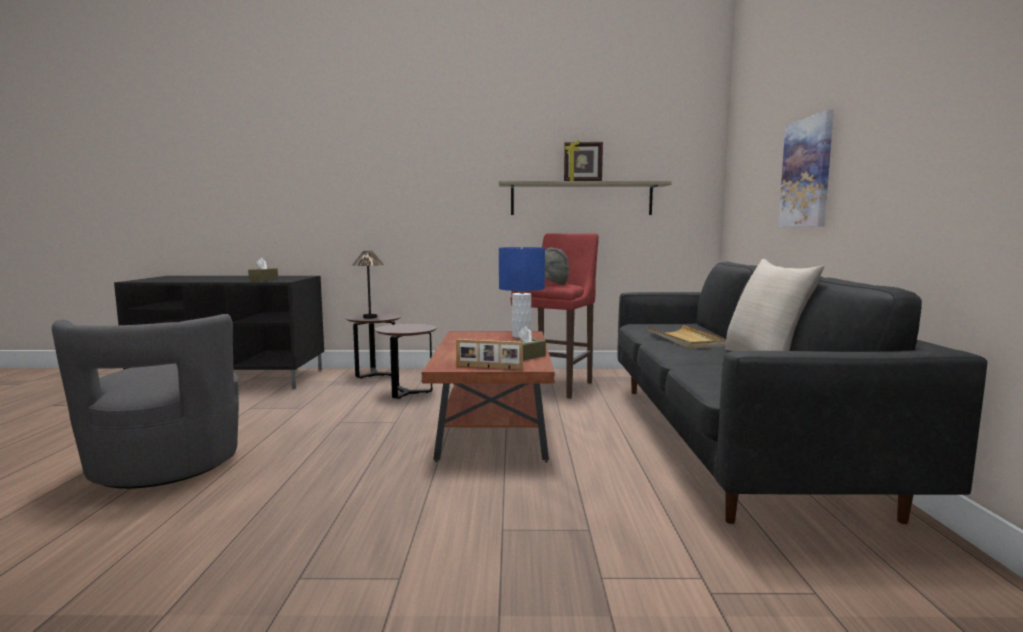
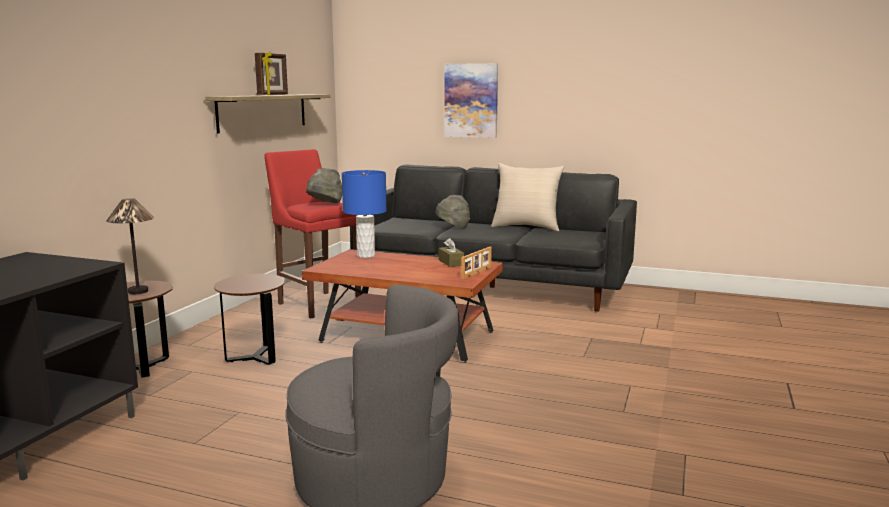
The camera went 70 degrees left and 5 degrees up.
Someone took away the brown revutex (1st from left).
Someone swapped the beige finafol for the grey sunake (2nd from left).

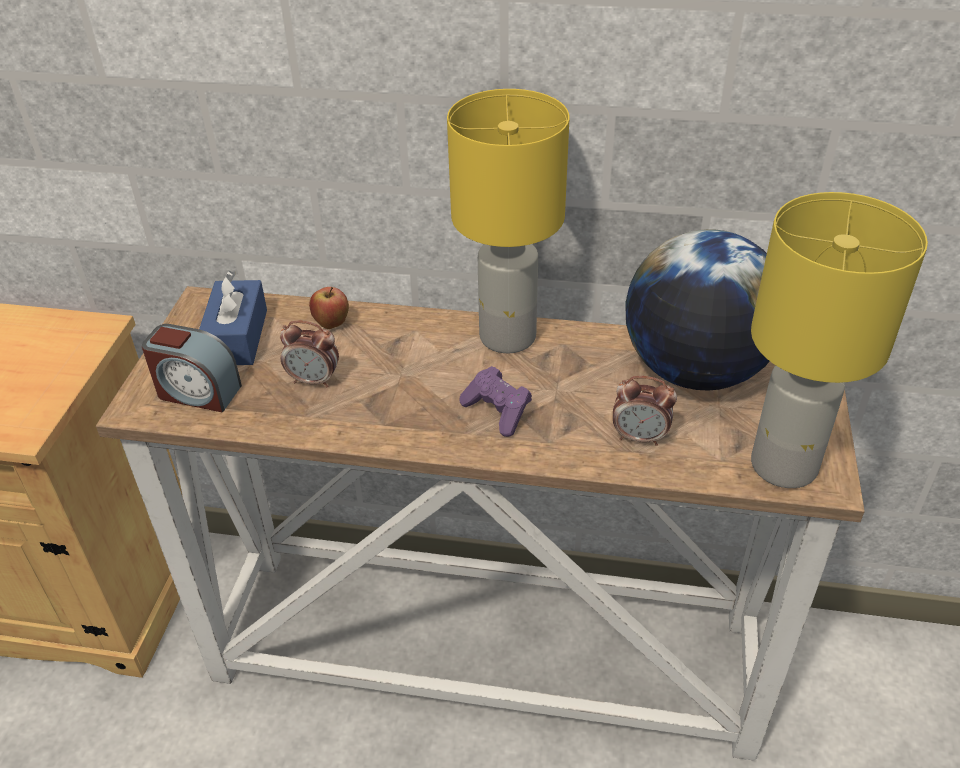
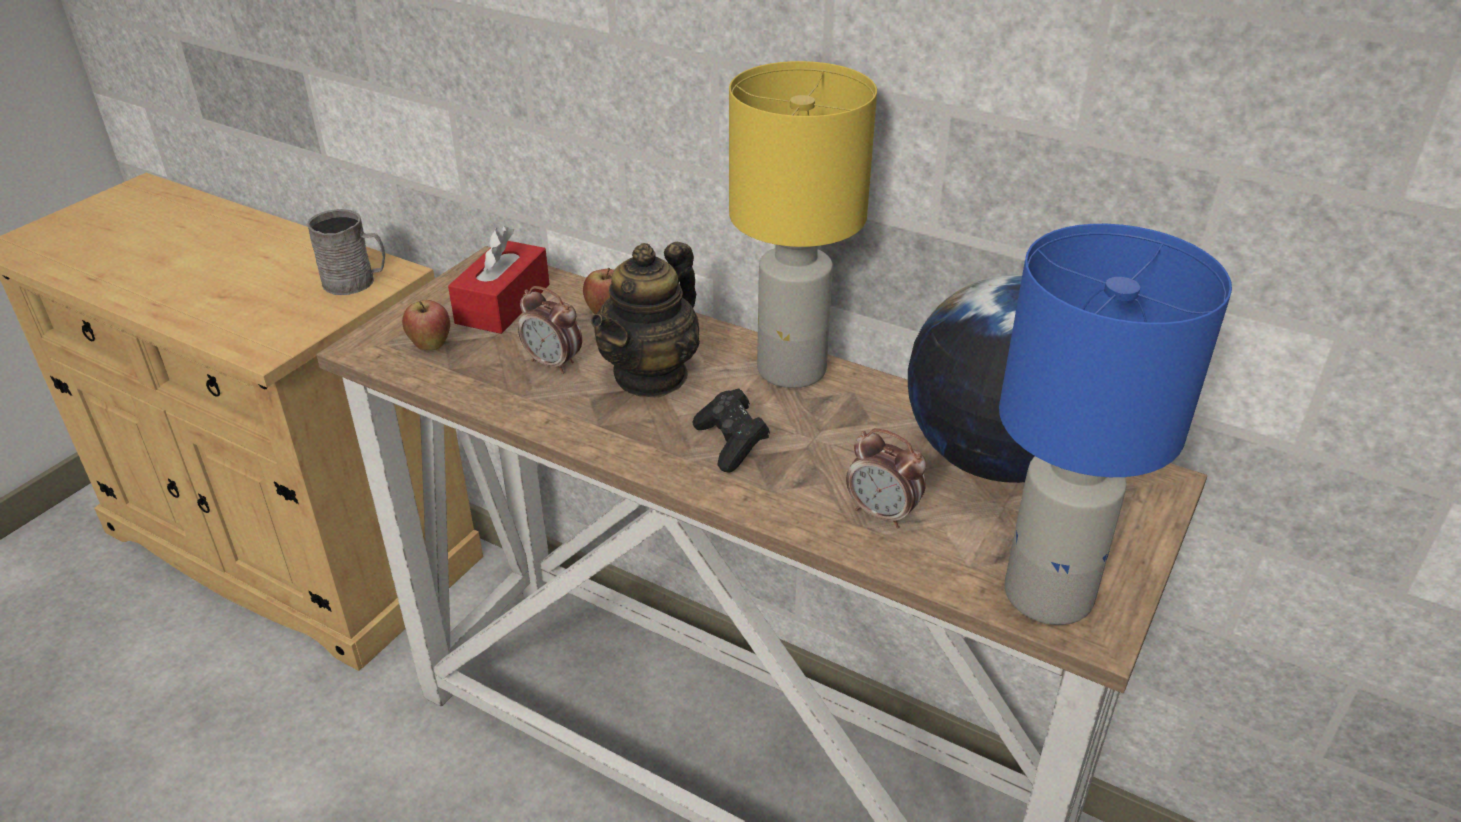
The camera went 20 degrees right and 5 degrees down.
Someone swapped the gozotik (1st from left) for the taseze (1st from left).
Someone repainted the blue revutex, which became the red revutex.
Someone repainted the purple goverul, which became the black goverul.
Someone repainted the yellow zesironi (2nd from left), which became the blue zesironi.
Someone put down the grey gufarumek.
Someone put down the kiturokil.

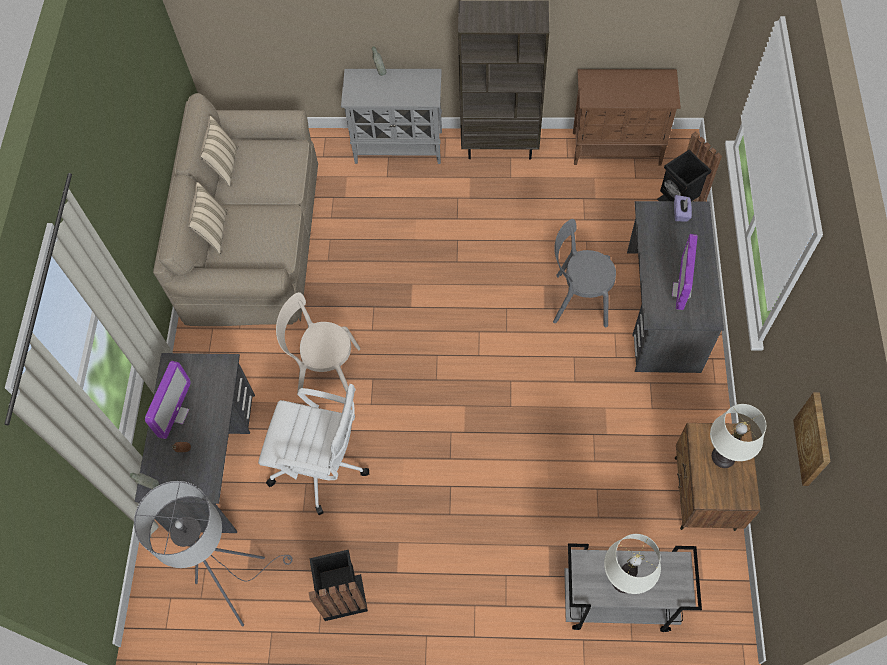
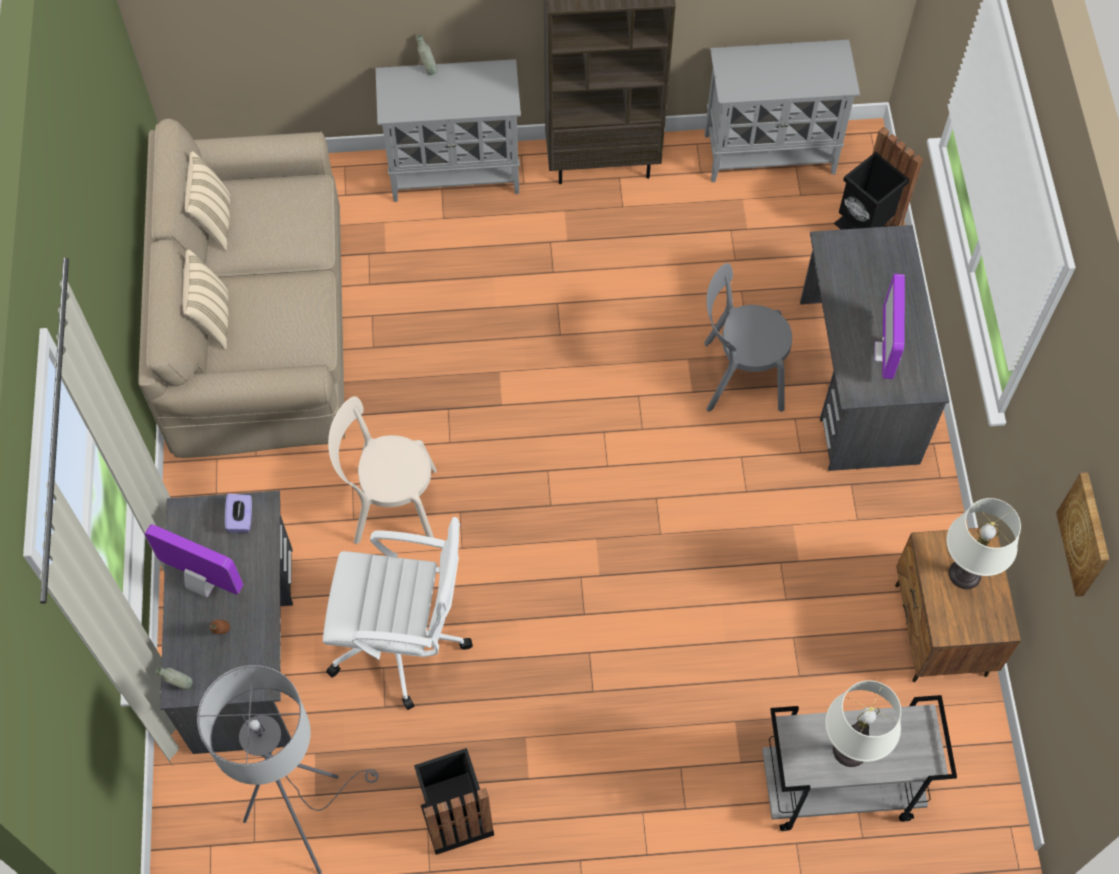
The camera went 10 degrees left and 0 degrees up.
Someone rotated the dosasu (1st from left) by 75 degrees counterclockwise.
Someone repainted the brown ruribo, which became the grey ruribo (2nd from left).
Someone carried the purple revutex.

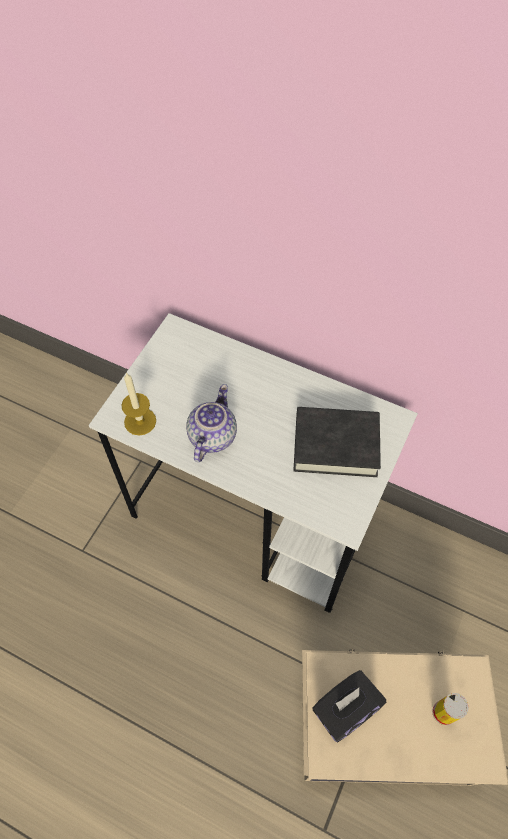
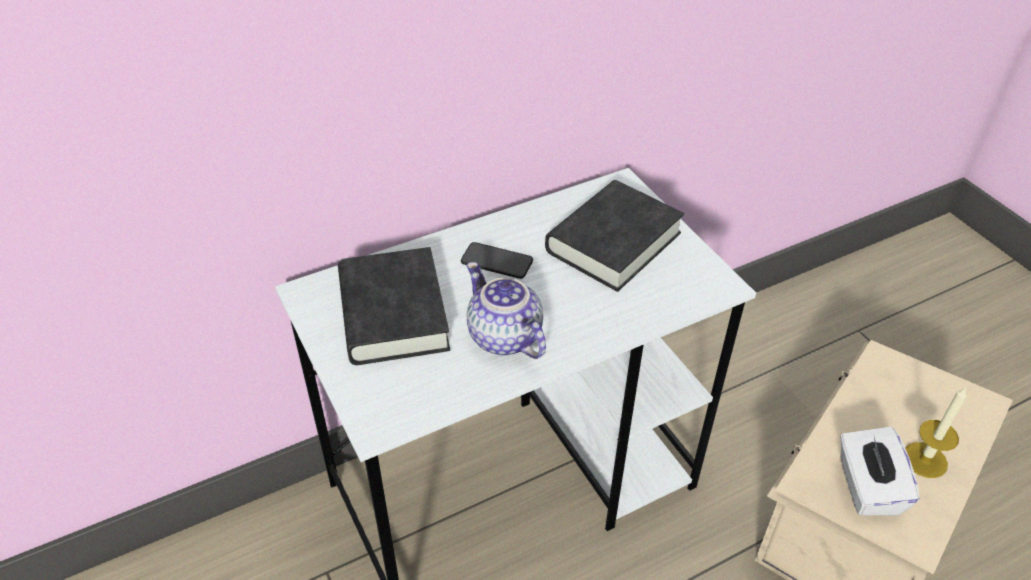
The camera went 55 degrees left and 15 degrees down.
Someone carried the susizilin.
Someone repainted the black revutex, which became the white revutex.
Someone took away the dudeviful.
Someone put down the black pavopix (1st from left).
Someone put down the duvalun.

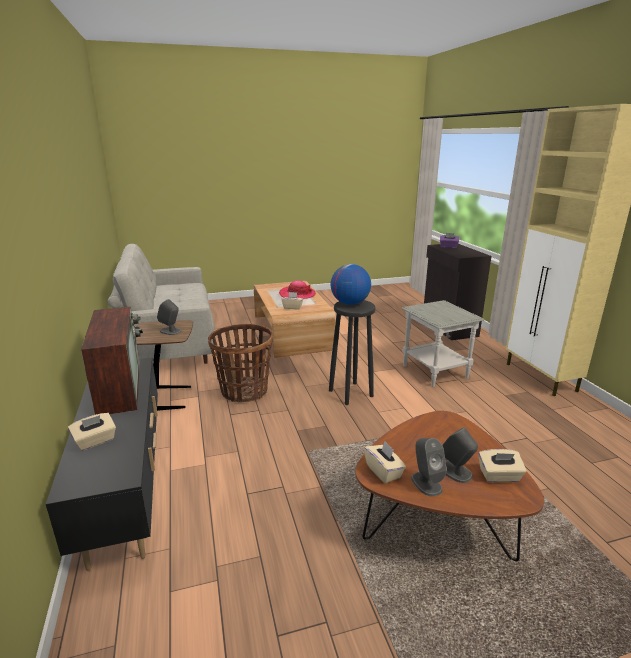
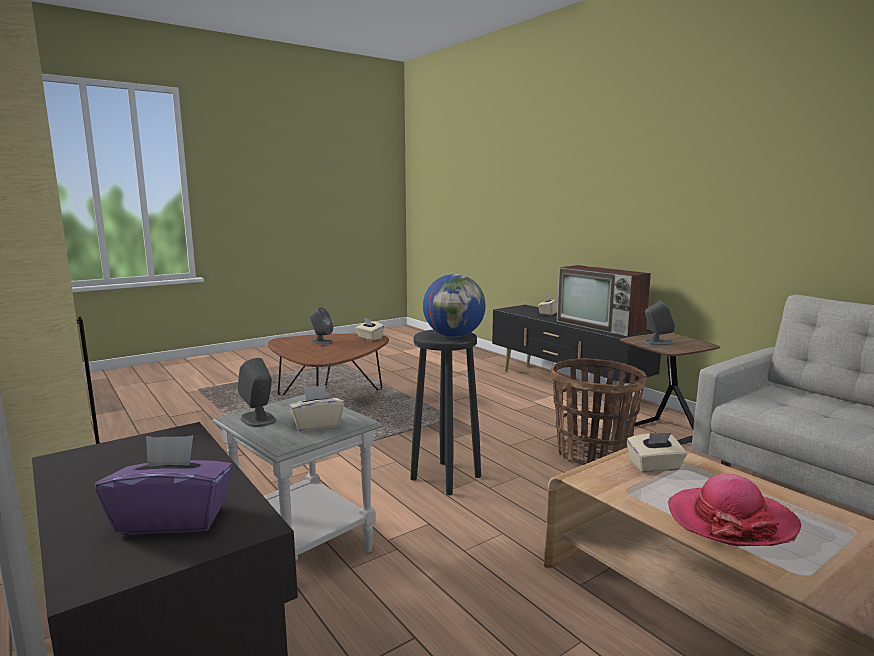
The camera went 160 degrees right and 10 degrees down.
Someone carried the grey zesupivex (2nd from left in the first image).
Someone carried the beige revutex (4th from left in the first image).

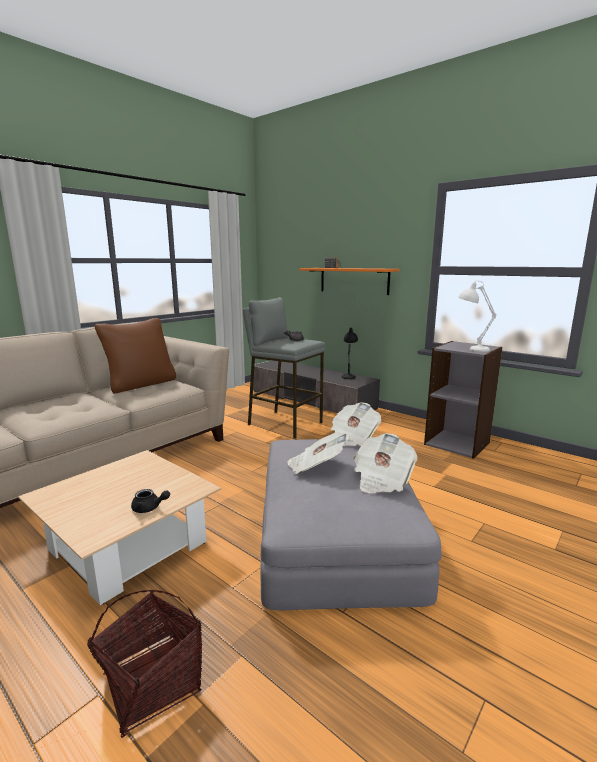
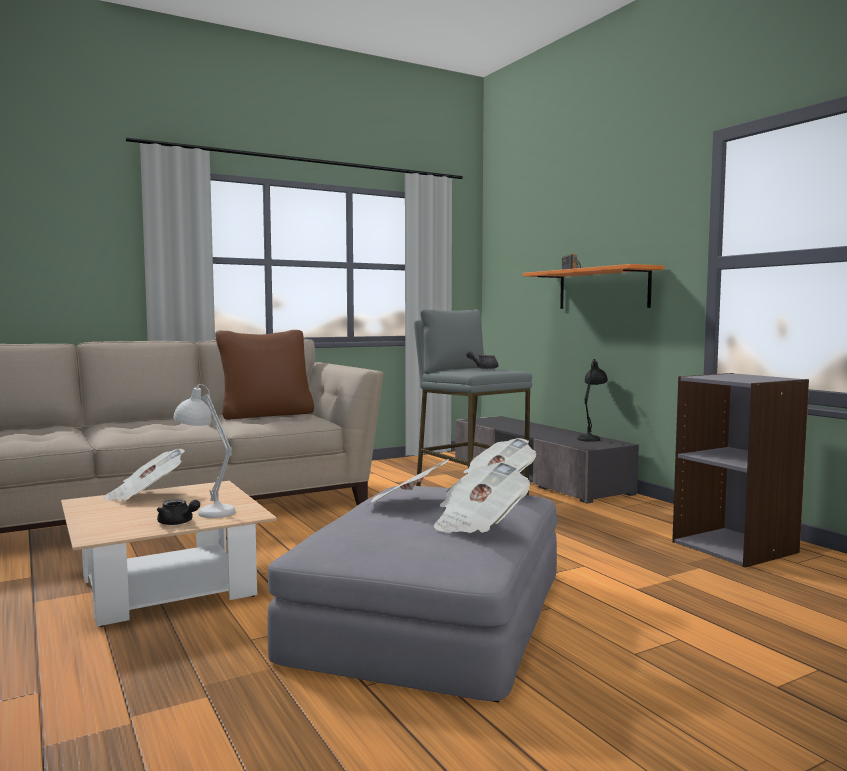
The camera went 20 degrees right and 10 degrees down.
Someone took away the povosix.
Someone carried the white zesironi.
Someone put down the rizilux (1st from left).

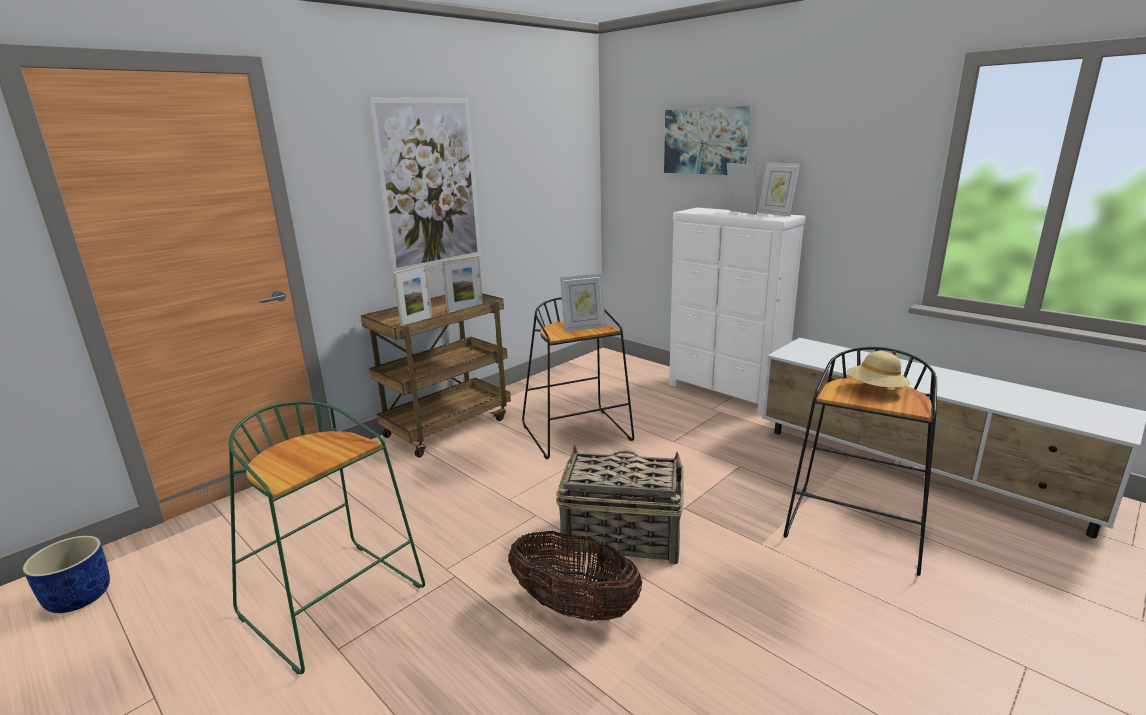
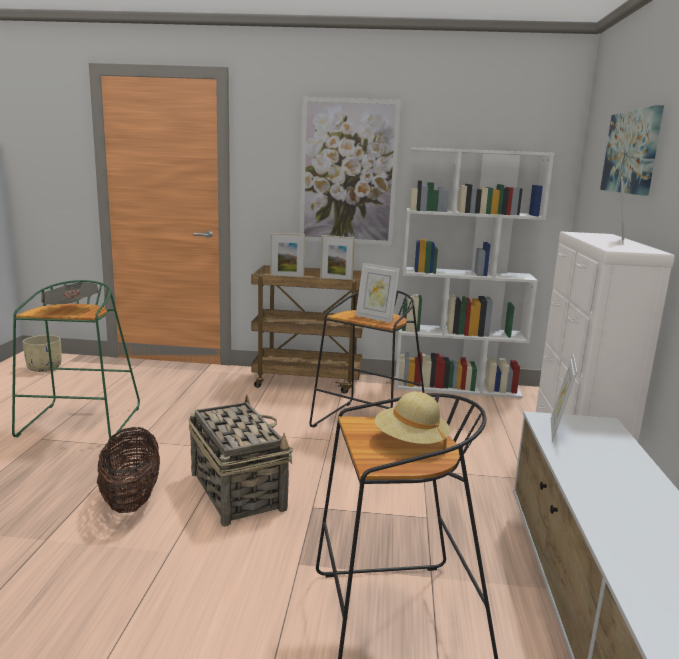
The camera went 50 degrees right and 5 degrees down.
Someone repainted the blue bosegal, which became the beige bosegal.
Someone carried the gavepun (5th from left in the first image).
Someone put down the rizilux.
Someone put down the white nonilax.

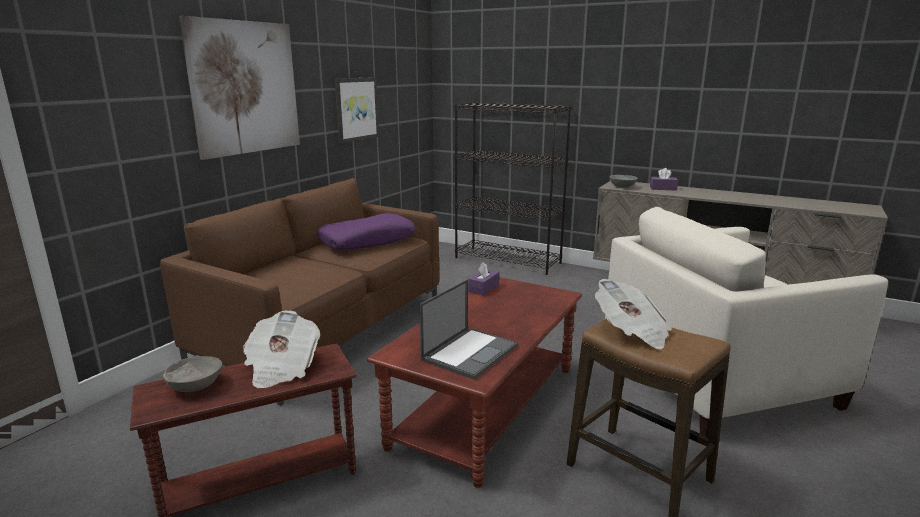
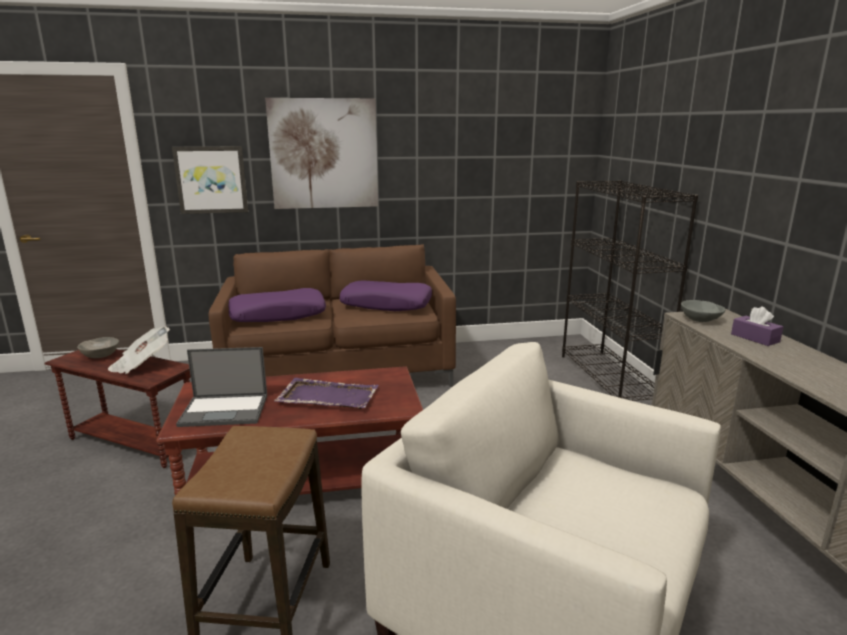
The camera went 50 degrees right and 0 degrees up.
Someone carried the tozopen (2nd from left in the first image).
Someone took away the purple revutex (1st from left).
Someone took away the rizilux (2nd from left).
Someone put down the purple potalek (1st from left).
Someone put down the purple finafol.

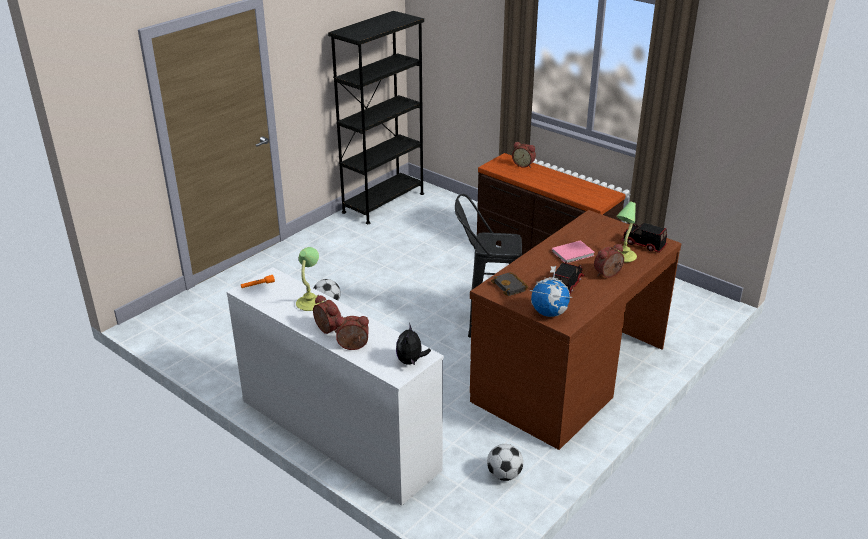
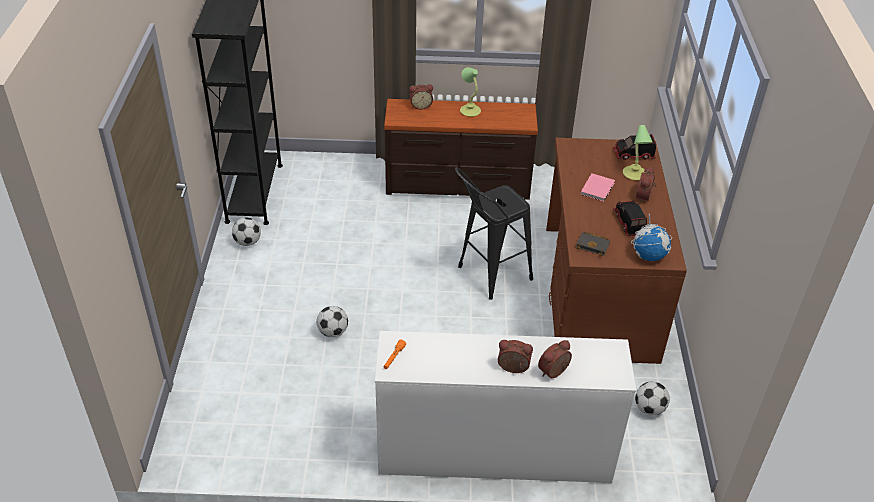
The camera went 40 degrees left and 10 degrees up.
Someone carried the zesironi (1st from left).
Someone took away the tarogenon.
Someone put down the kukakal (1st from left).

